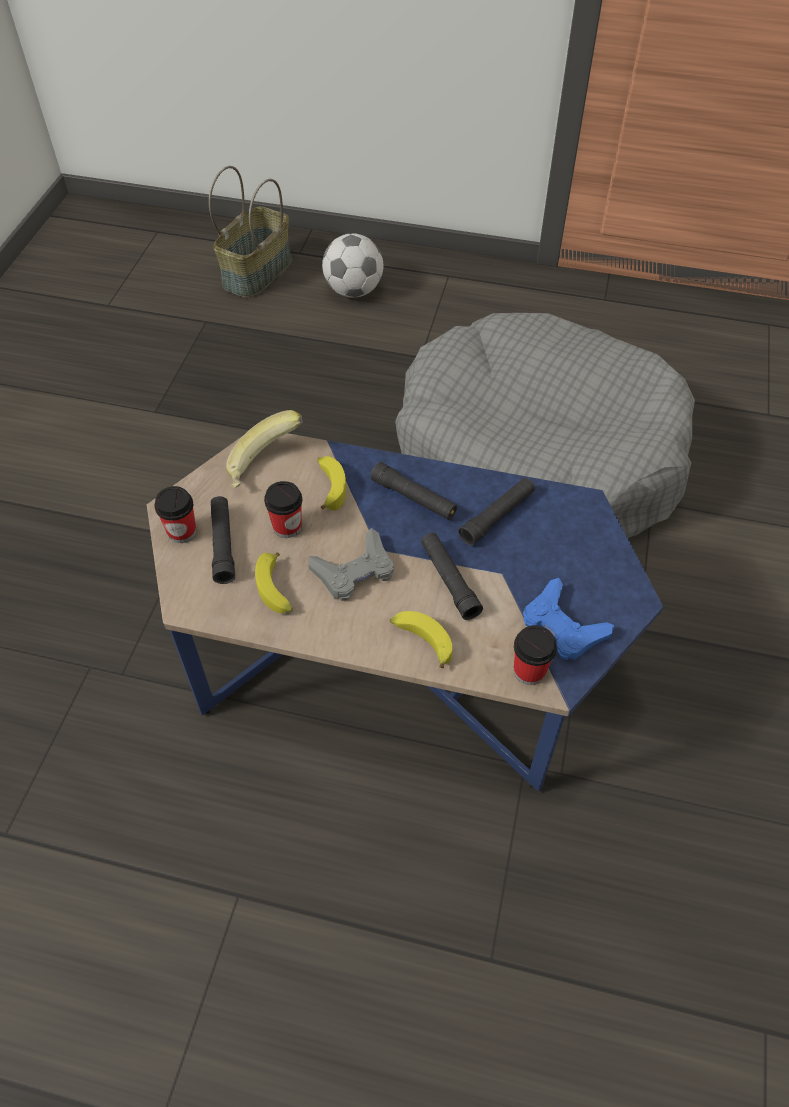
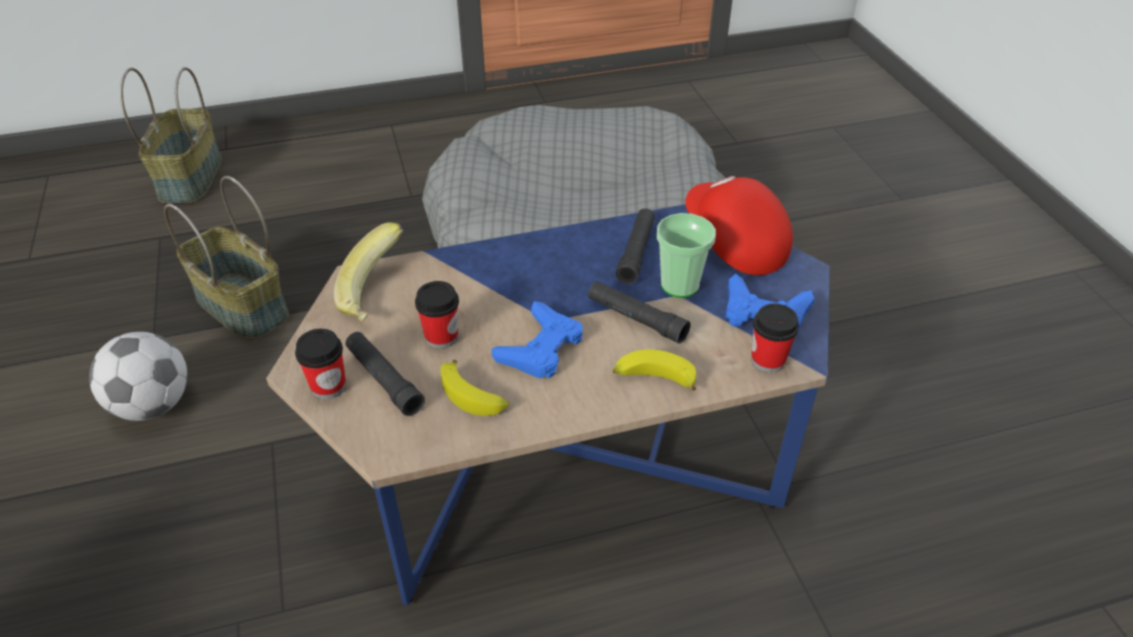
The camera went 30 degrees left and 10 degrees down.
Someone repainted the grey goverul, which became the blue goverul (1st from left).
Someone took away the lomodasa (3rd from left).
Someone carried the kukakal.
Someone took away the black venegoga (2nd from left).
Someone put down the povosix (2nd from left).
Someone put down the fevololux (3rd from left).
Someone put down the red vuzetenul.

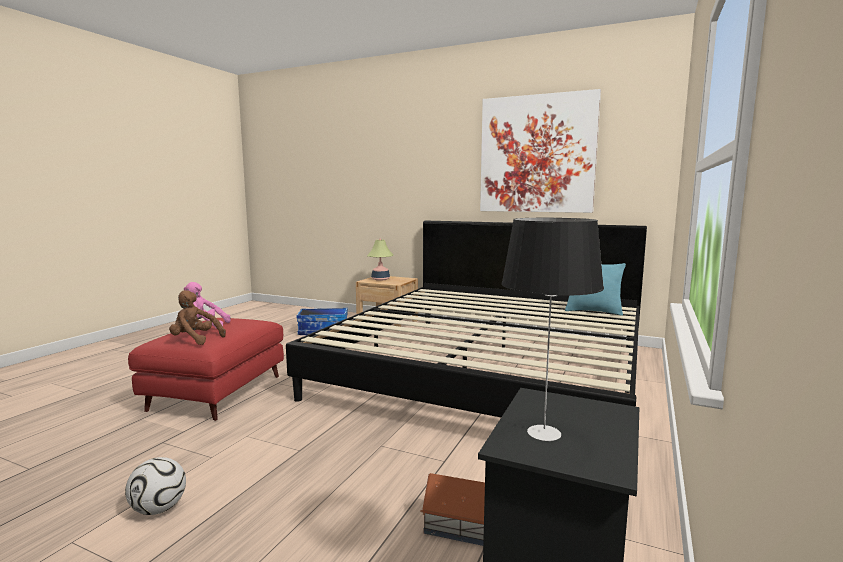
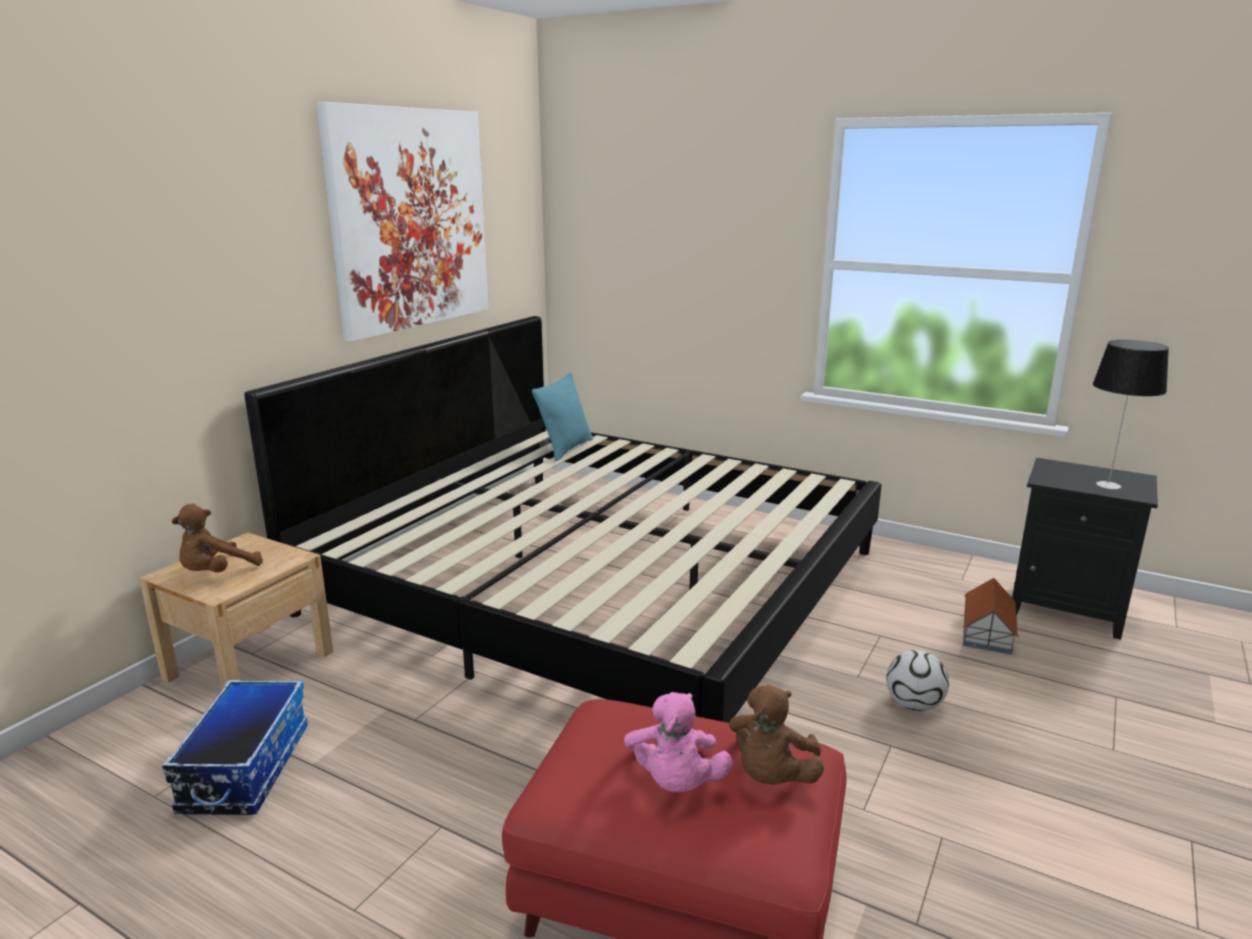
The camera went 85 degrees left and 10 degrees up.
Someone carried the kukakal.
Someone swapped the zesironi (1st from left) for the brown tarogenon (1st from left).

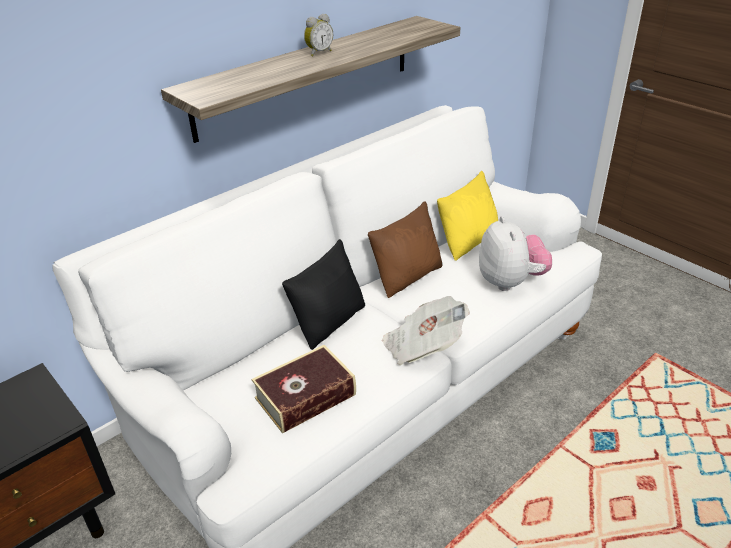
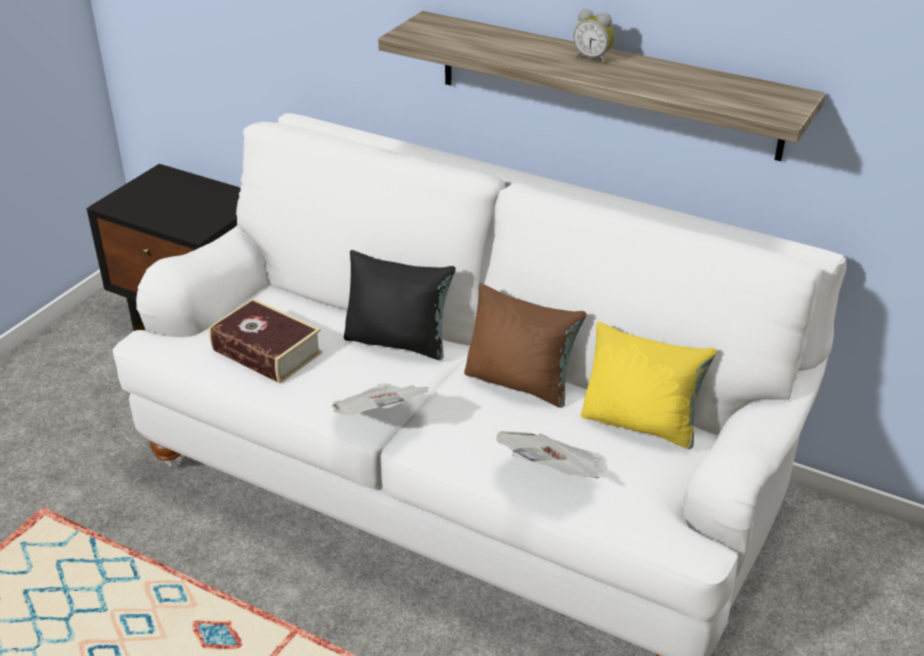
The camera went 70 degrees right and 0 degrees up.
Someone swapped the tarogenon for the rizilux (2nd from left).

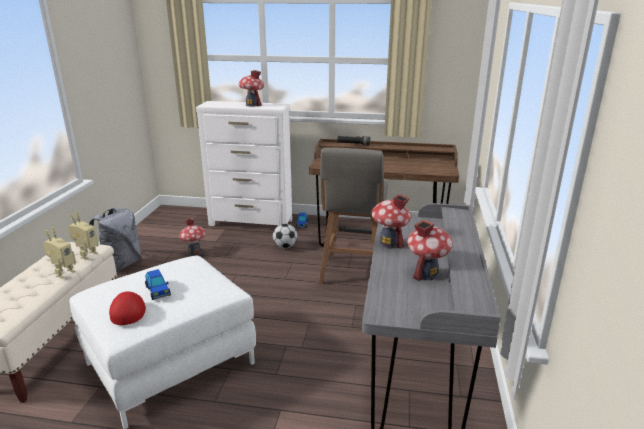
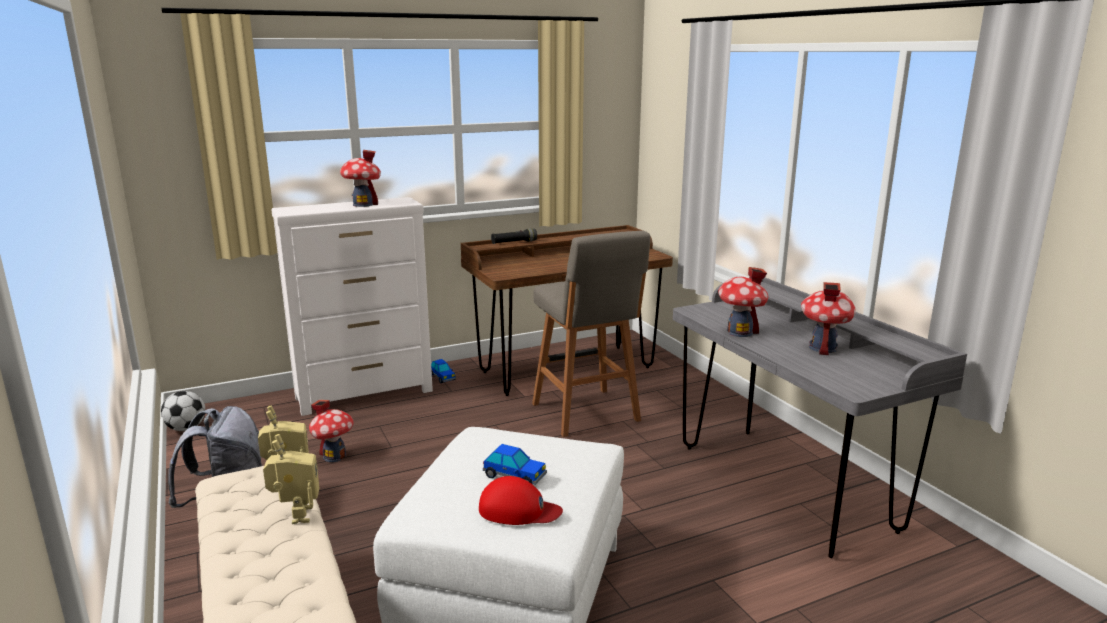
The camera went 35 degrees left and 5 degrees down.
Someone rotated the red vuzetenul by 150 degrees clockwise.
Someone carried the kukakal.

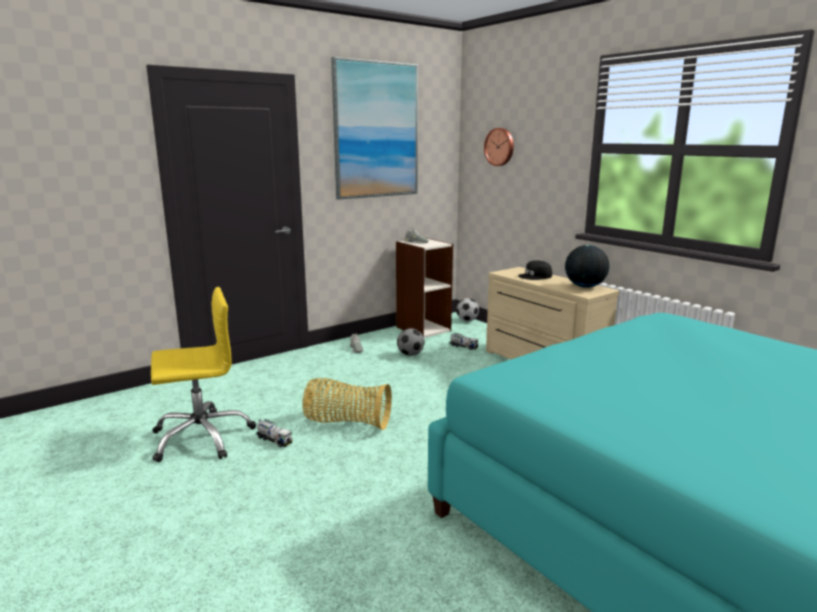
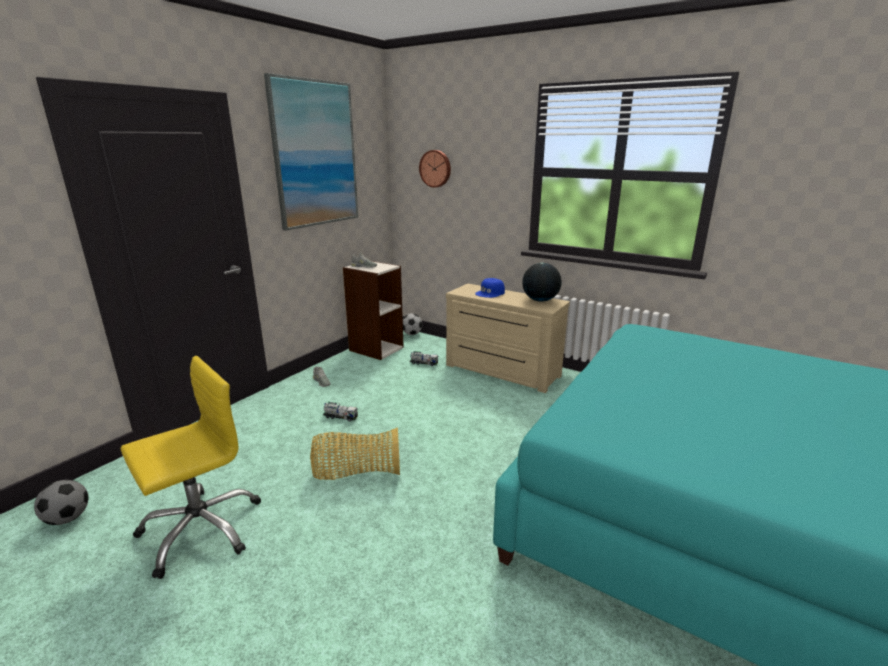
The camera went 20 degrees left and 5 degrees up.
Someone carried the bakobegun (1st from left).
Someone carried the kukakal (1st from left).
Someone repainted the black vuzetenul, which became the blue vuzetenul.

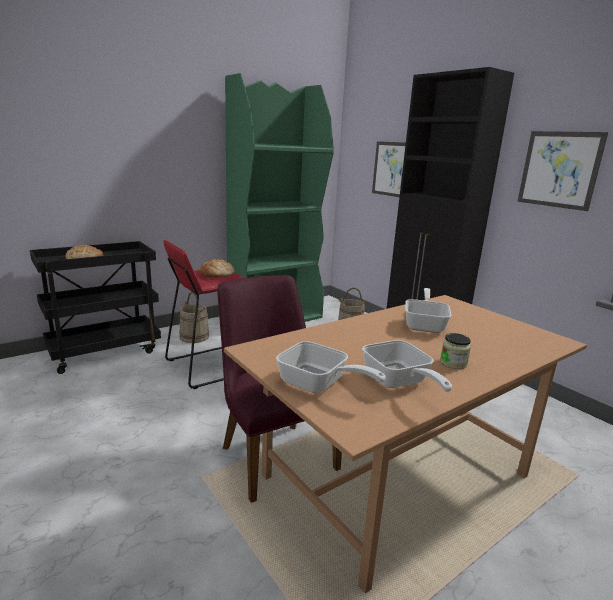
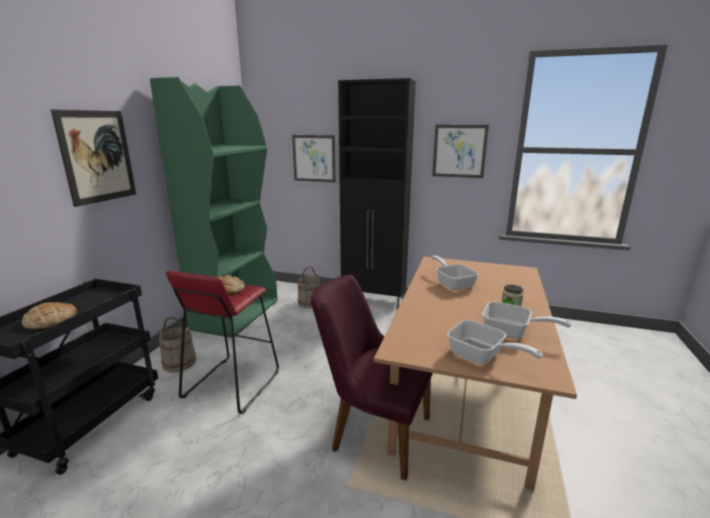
The camera went 35 degrees left and 0 degrees up.
Someone rotated the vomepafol (1st from left in the first image) by 45 degrees clockwise.
Someone put up the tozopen (1st from left).

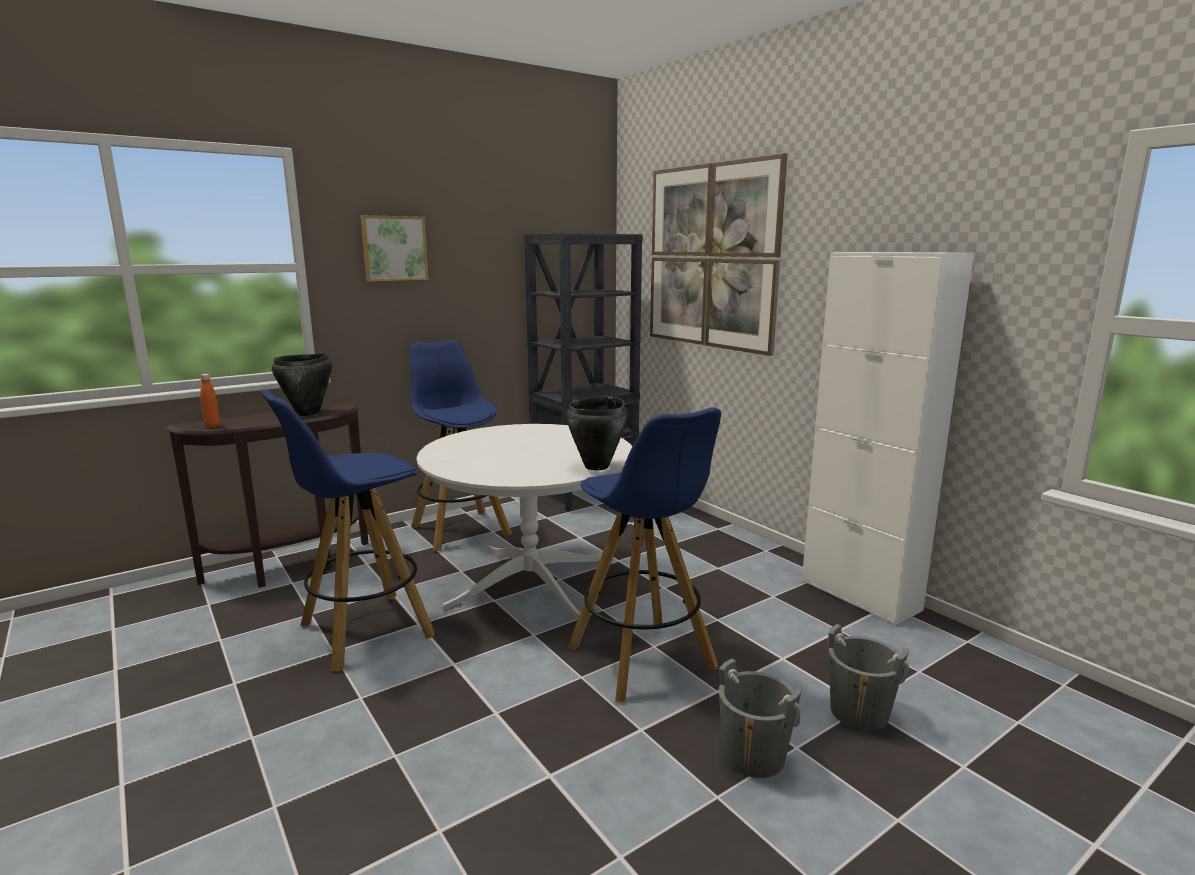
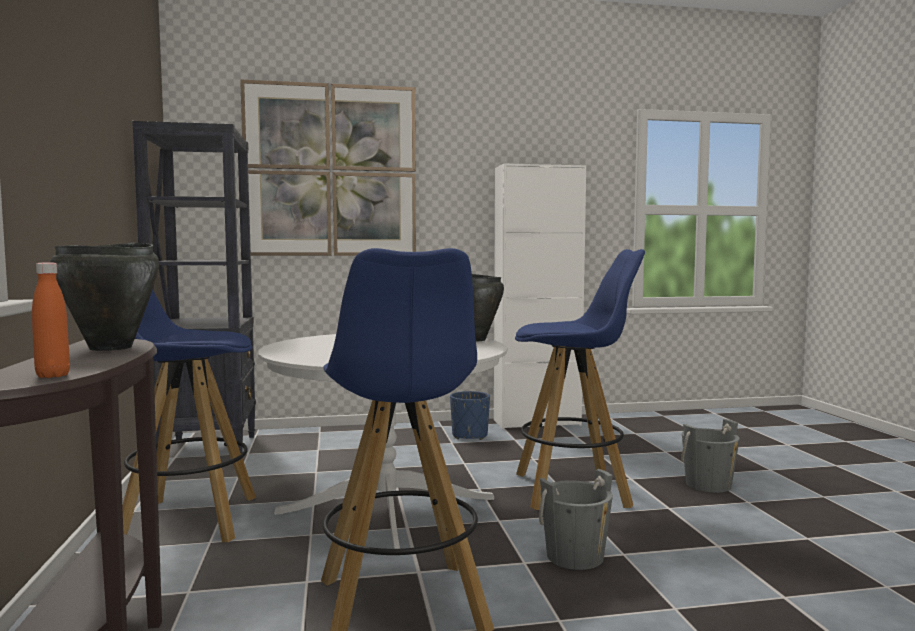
The camera went 65 degrees left and 10 degrees down.
Someone took away the tozopen (1st from left).
Someone carried the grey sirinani (2nd from left in the first image).
Someone put down the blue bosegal.

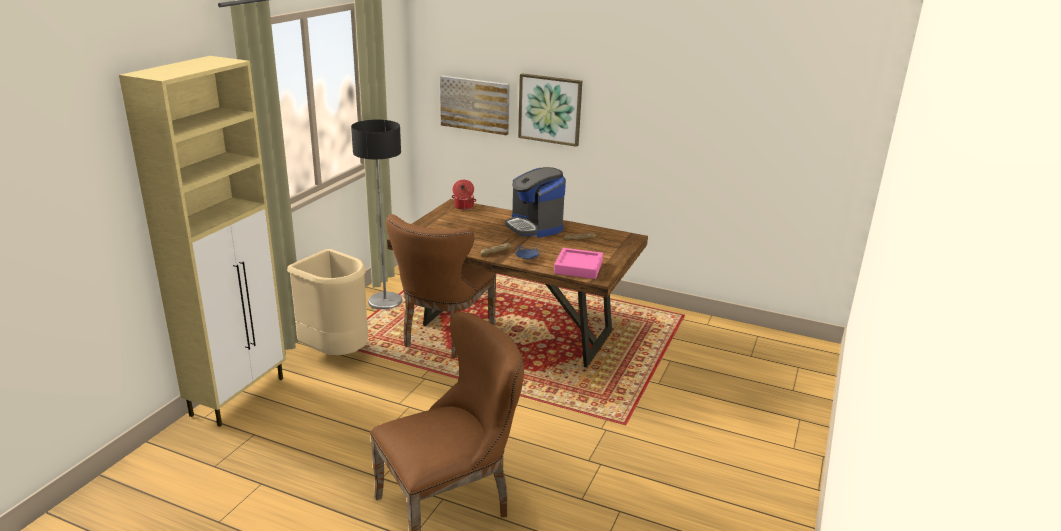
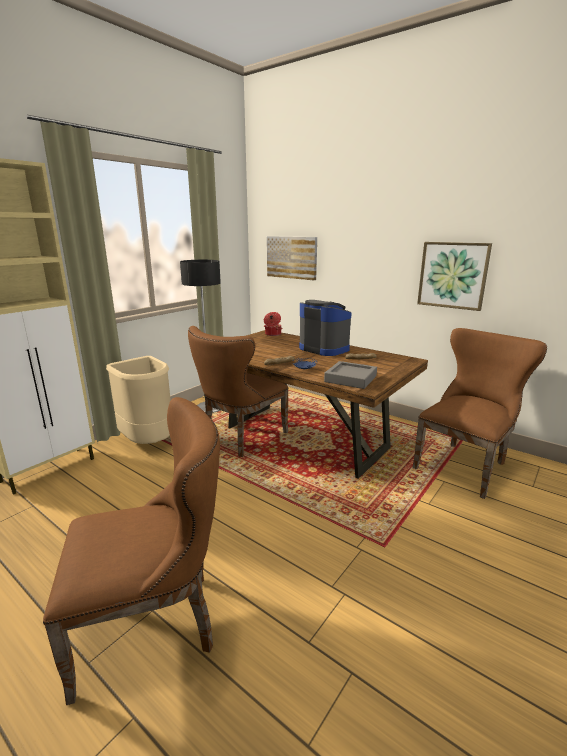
The camera went 15 degrees right and 5 degrees down.
Someone rotated the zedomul by 150 degrees clockwise.
Someone carried the tozopen (2nd from left).
Someone repainted the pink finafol, which became the grey finafol.
Someone put down the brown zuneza (3rd from left).

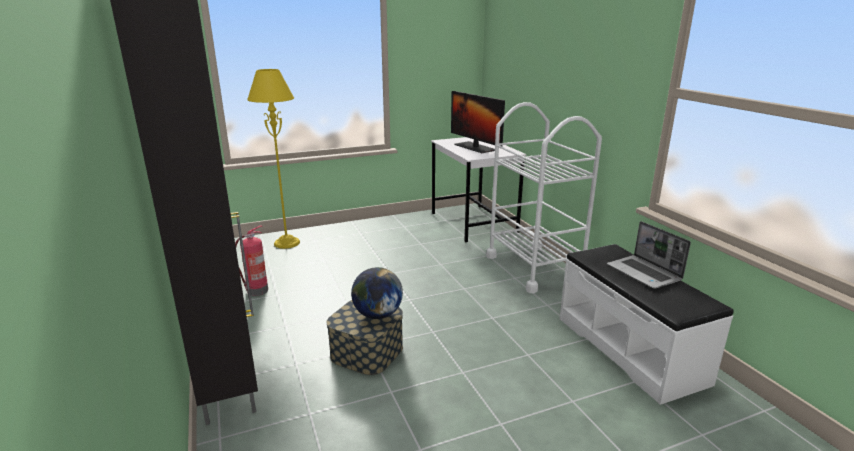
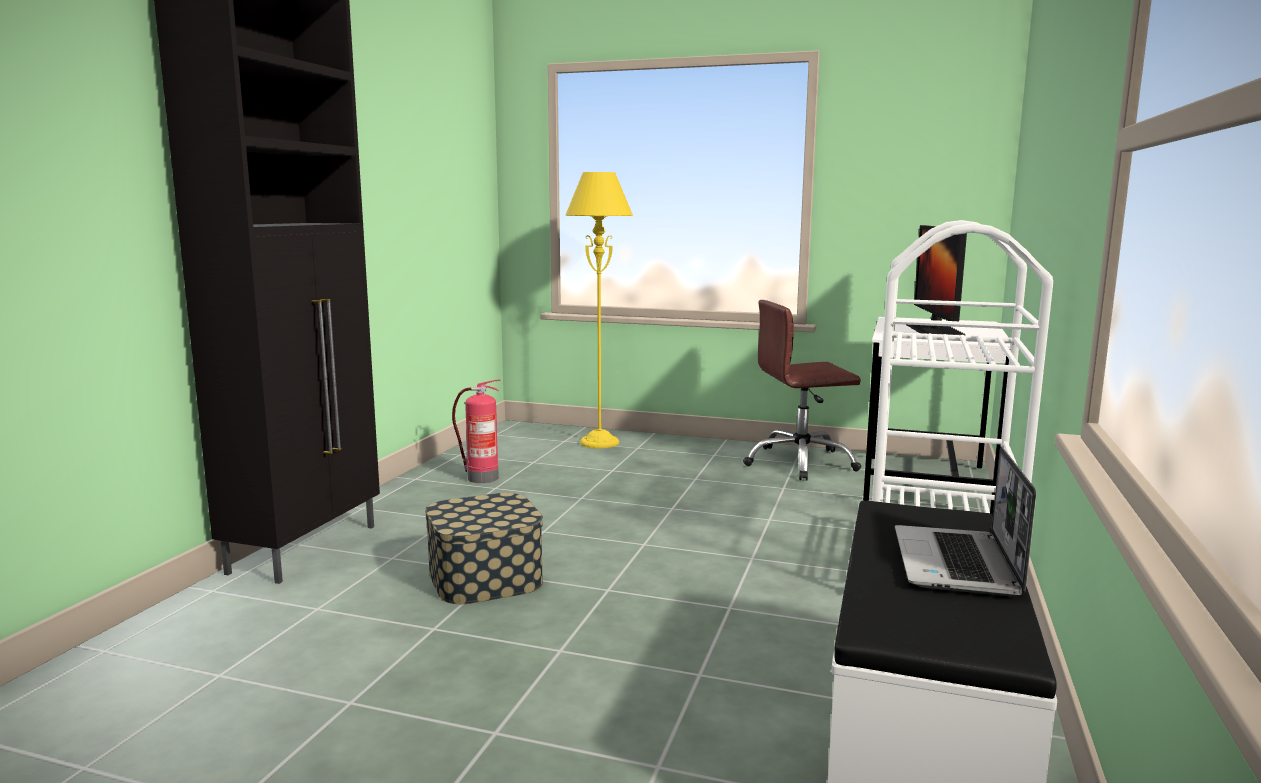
The camera went 40 degrees right and 10 degrees down.
Someone took away the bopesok.
Someone put down the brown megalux.

